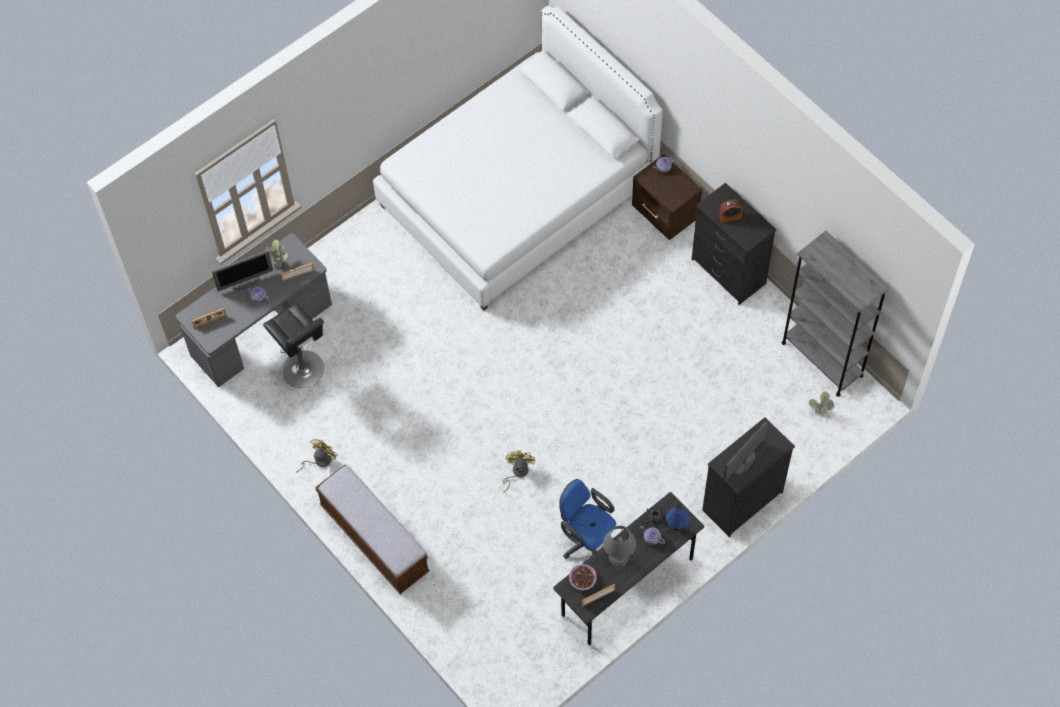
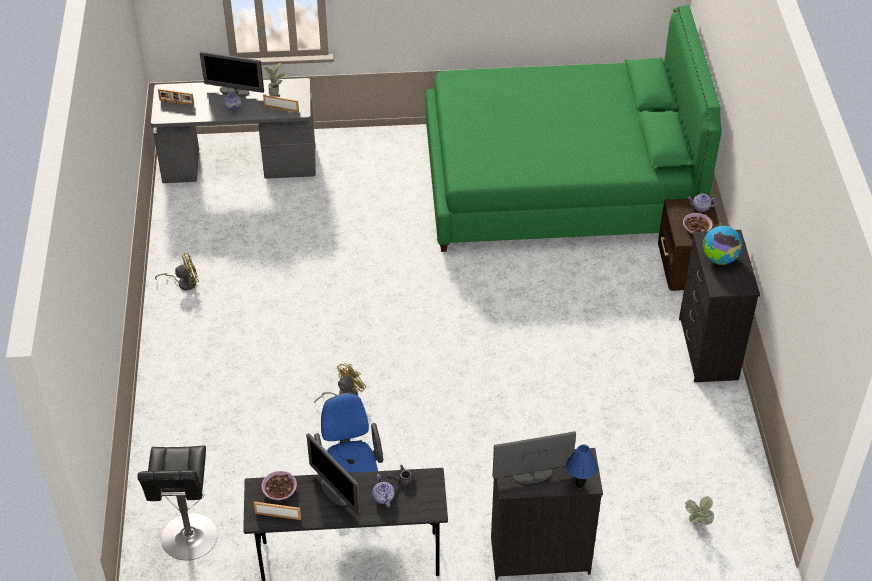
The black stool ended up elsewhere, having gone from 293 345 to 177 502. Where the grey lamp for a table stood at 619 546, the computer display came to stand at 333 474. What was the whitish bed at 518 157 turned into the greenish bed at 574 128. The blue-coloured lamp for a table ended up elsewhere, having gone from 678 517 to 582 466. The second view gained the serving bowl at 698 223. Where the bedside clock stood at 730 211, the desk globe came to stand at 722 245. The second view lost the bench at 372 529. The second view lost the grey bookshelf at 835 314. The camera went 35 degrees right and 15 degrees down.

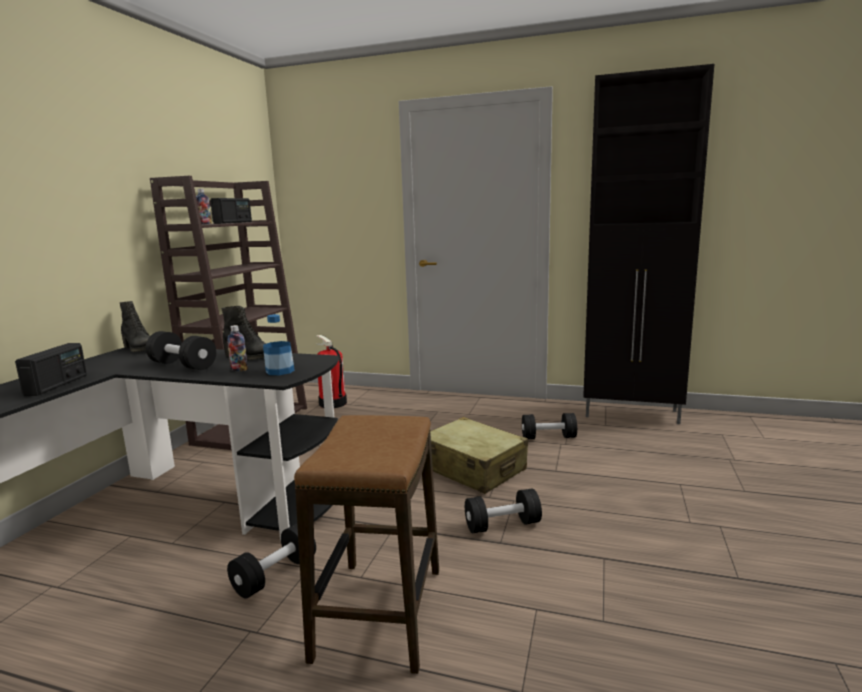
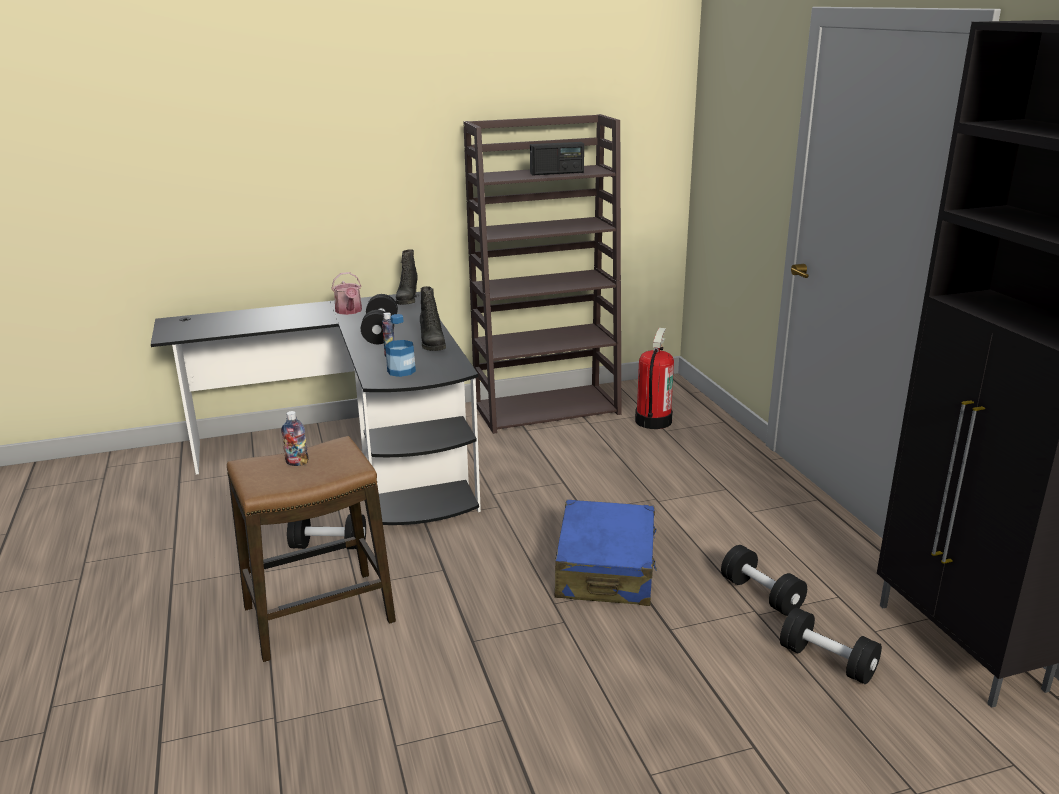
The drink bottle ended up elsewhere, having gone from 204 206 to 295 438. The second view gained the sprinkling can at 346 293. What was the sand-coloured travel case at 479 455 turned into the blue-coloured travel case at 606 553. The black dumbbell ended up elsewhere, having gone from 503 511 to 831 646. The second view lost the radio set at 51 369. The camera went 55 degrees right and 10 degrees up.

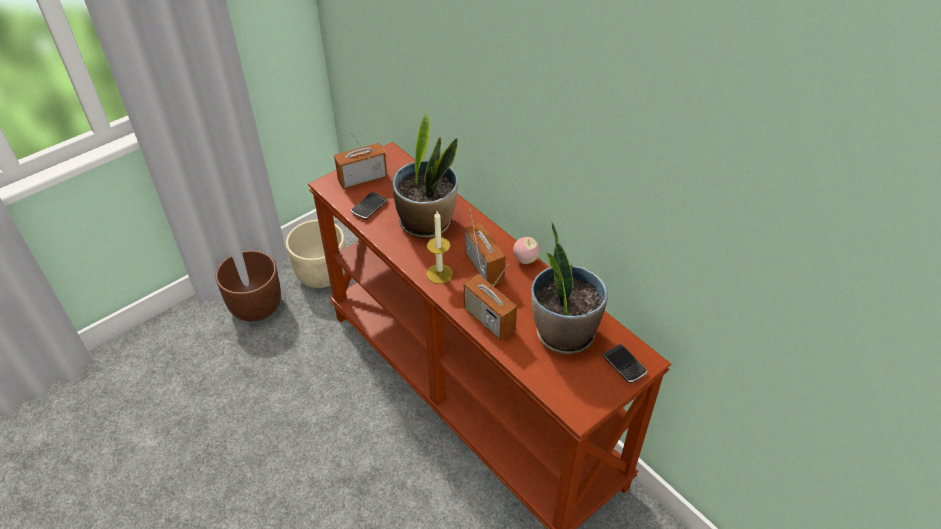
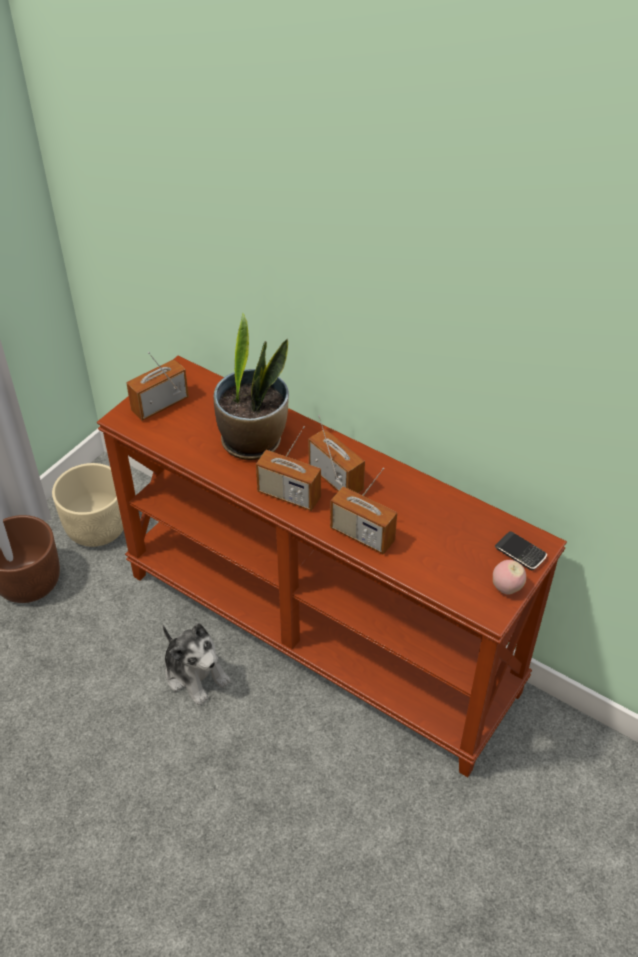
The second view gained the plush toy at 197 664. Where the wax candle stood at 439 247, the radio set came to stand at 288 468. The whole apple ended up elsewhere, having gone from 526 250 to 509 577. The second view lost the phone at 369 206. The second view lost the plant in a pot at 569 288. The camera went 15 degrees left and 0 degrees up.

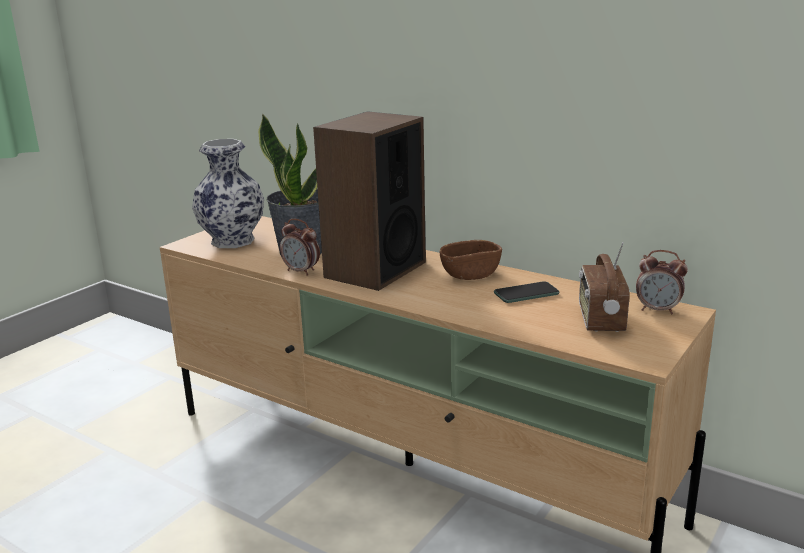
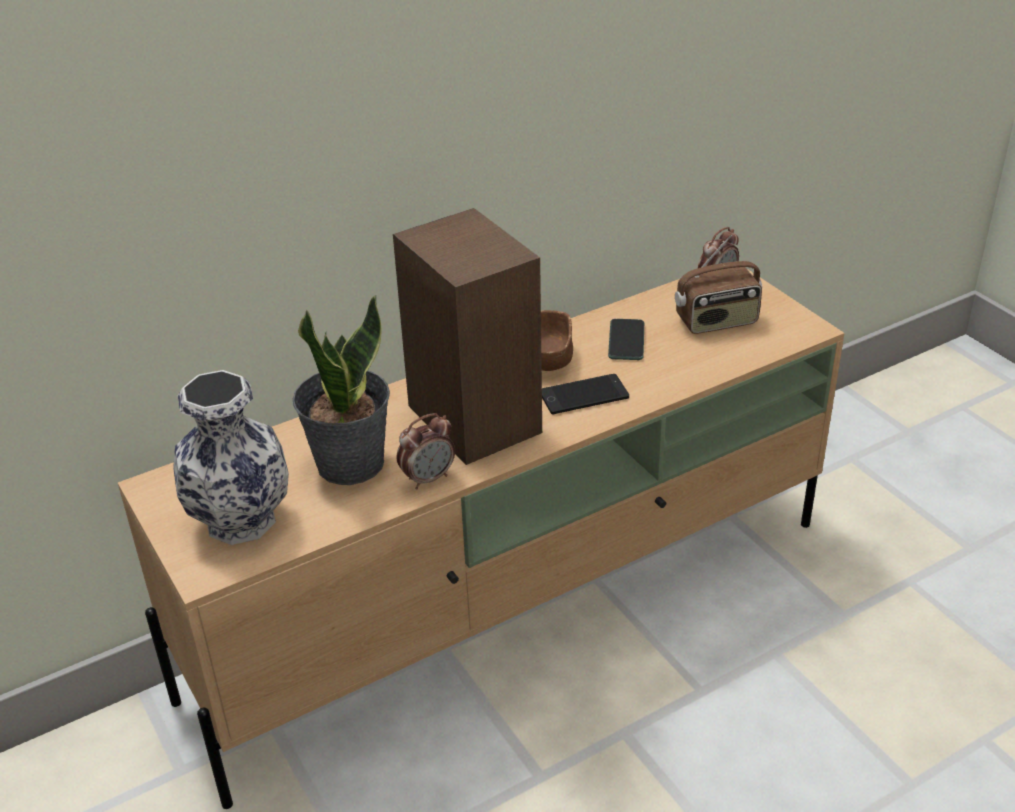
The second view gained the phone at 585 394. The radio set at 604 287 ended up facing another way, 45 degrees counterclockwise from before. The camera went 65 degrees left and 15 degrees up.

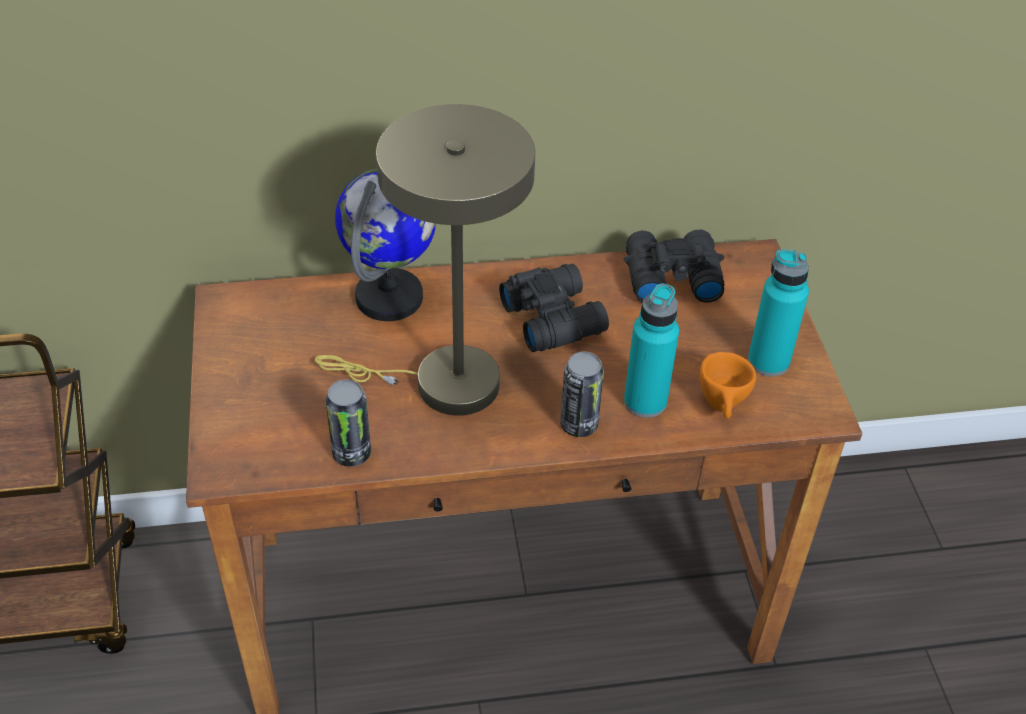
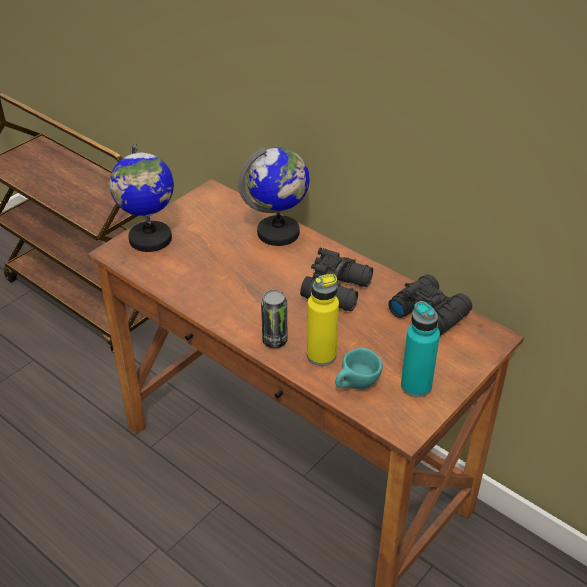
The second view gained the desk globe at 142 197. What was the blue-green drink bottle at 651 351 turned into the yellowish drink bottle at 323 320. What was the orange drinking cup at 728 385 turned into the blue-green drinking cup at 359 368. The second view lost the sand-coloured lamp for a table at 425 260. The second view lost the can at 348 423. The camera went 50 degrees right and 5 degrees down.

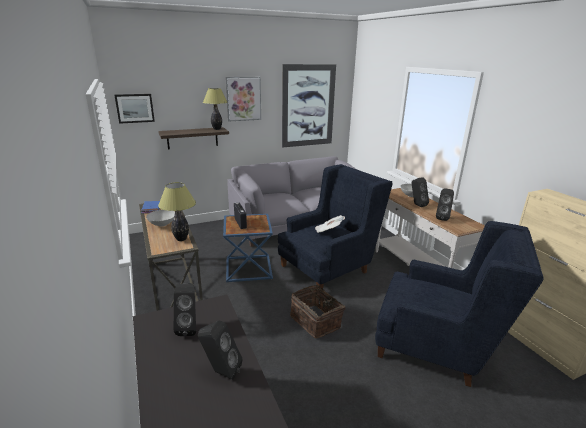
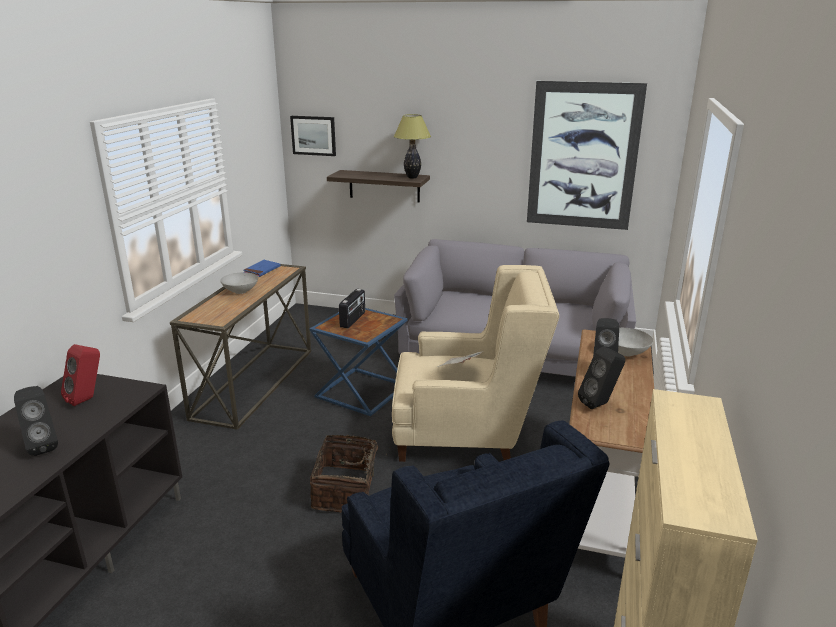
What was the black audio speaker at 185 309 turned into the reddish audio speaker at 80 375. What was the blue-coloured easy chair at 335 226 turned into the sand-coloured easy chair at 475 363. The second view lost the lamp for a table at 177 211. The second view lost the wall art at 243 99. The camera went 40 degrees right and 0 degrees up.

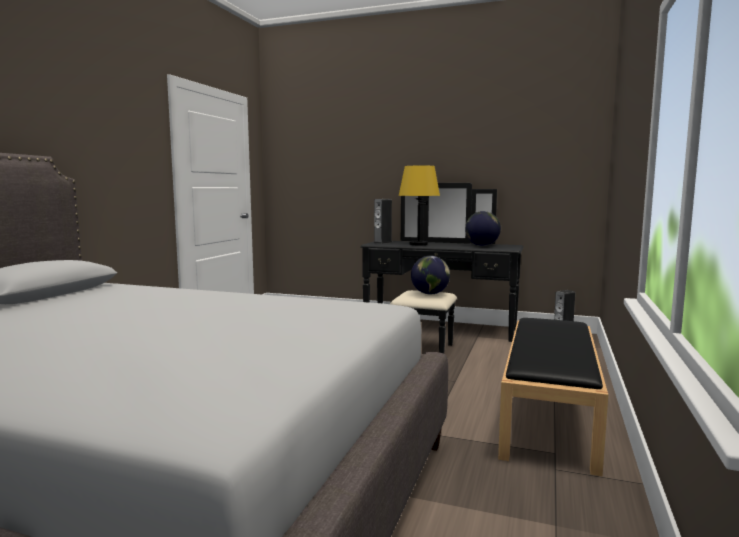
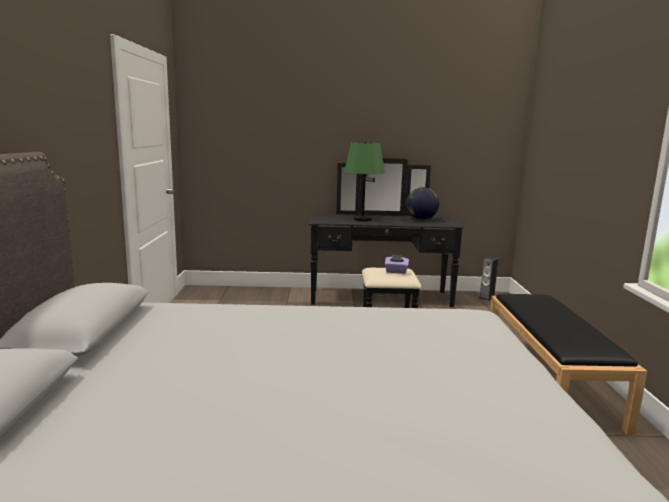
What was the yellowish lamp for a table at 419 205 turned into the greenish lamp for a table at 364 181. Where the desk globe stood at 430 275, the purple tissue box came to stand at 397 264. The second view lost the audio speaker at 383 221. The camera went 20 degrees left and 5 degrees up.

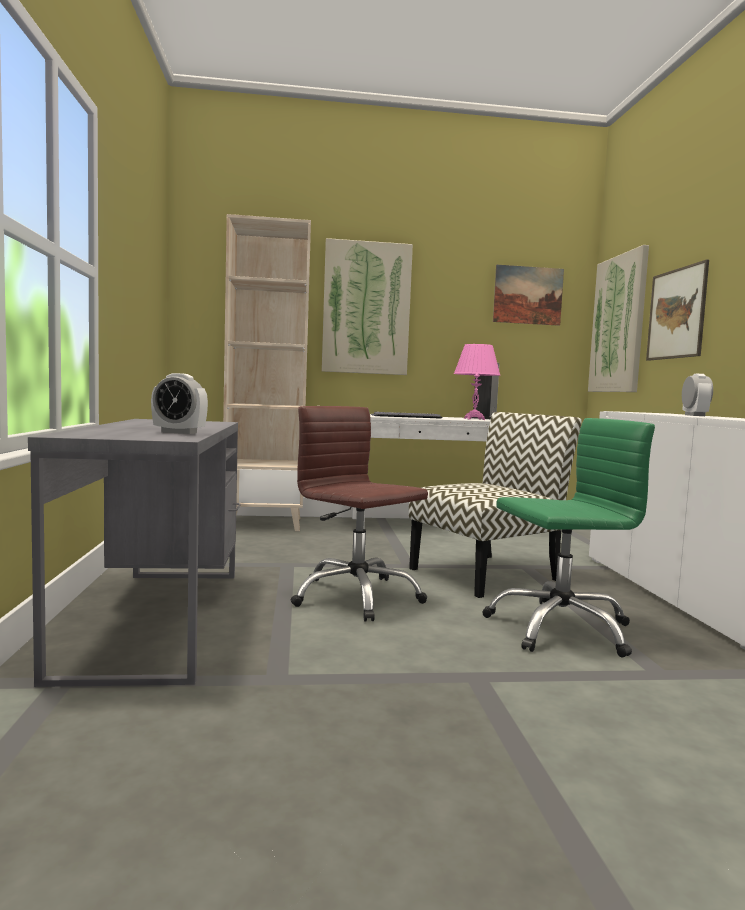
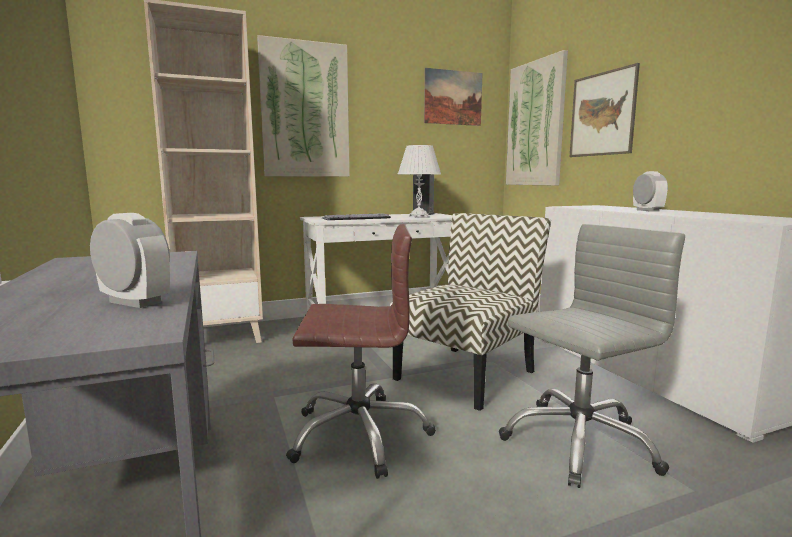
The bedside clock at 179 403 ended up facing another way, 150 degrees counterclockwise from before. The brown desk chair at 359 513 ended up facing another way, 150 degrees clockwise from before. What was the pink-coloured lamp for a table at 477 382 turned into the whitish lamp for a table at 419 181. What was the greenish desk chair at 569 538 turned into the grey desk chair at 592 356. The camera went 15 degrees left and 5 degrees up.

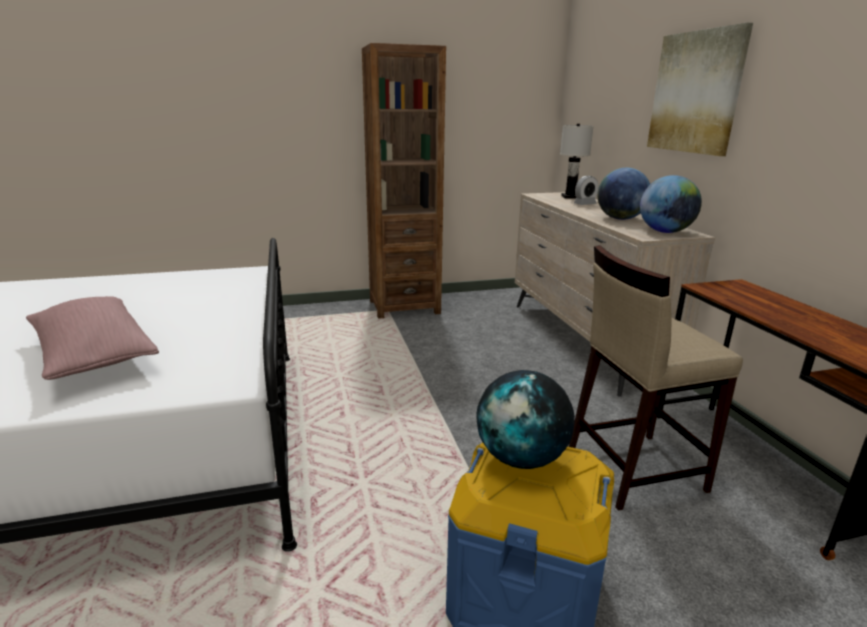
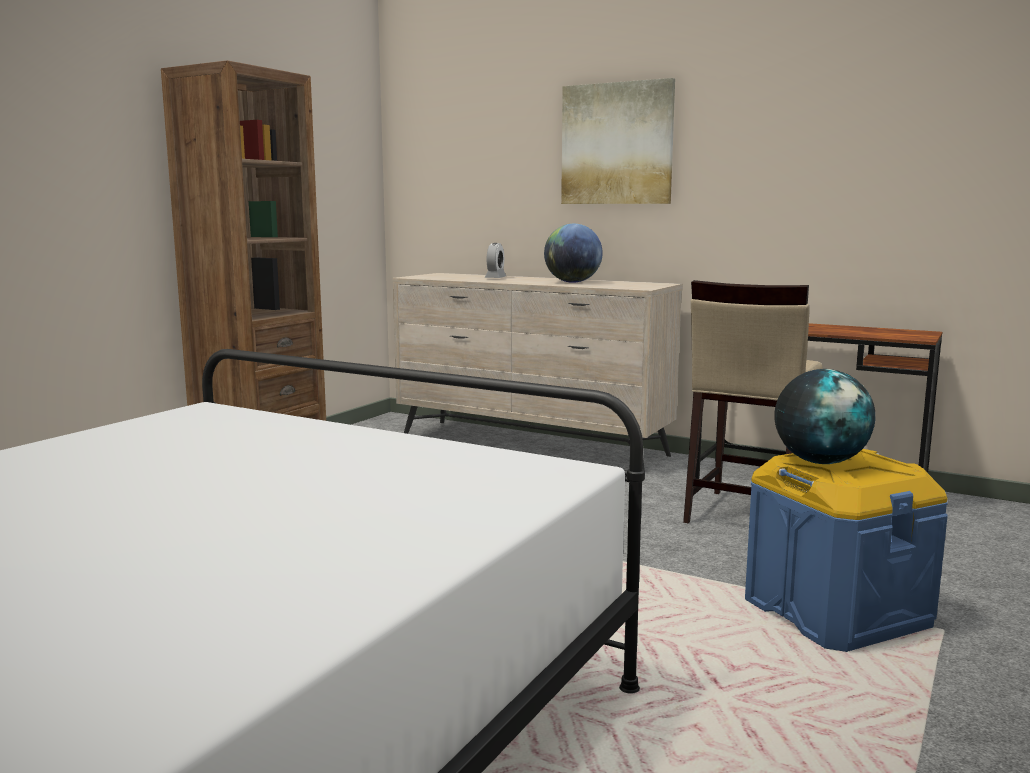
The second view lost the pink-coloured throw pillow at 92 338. The second view lost the whitish lamp for a table at 577 161. The second view lost the desk globe at 671 204. The camera went 45 degrees left and 10 degrees down.

